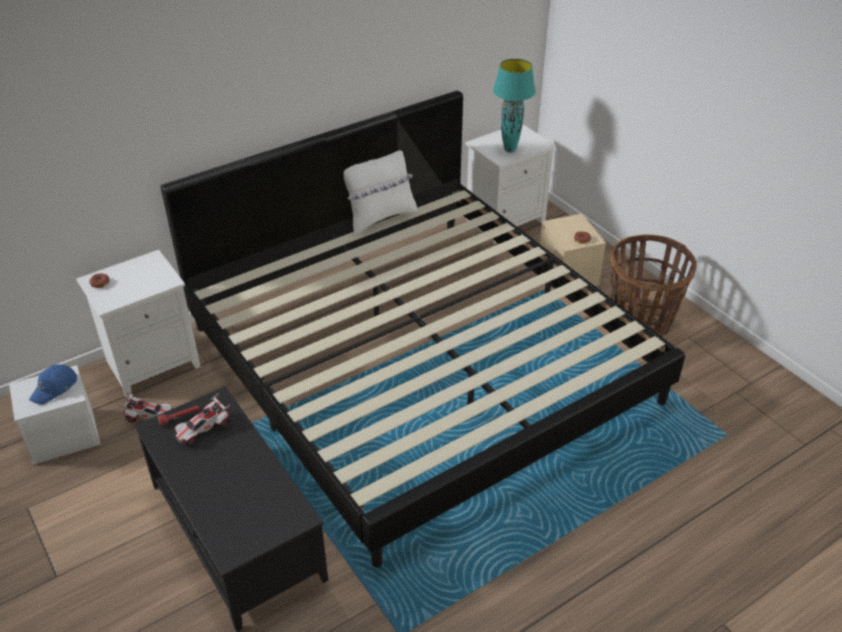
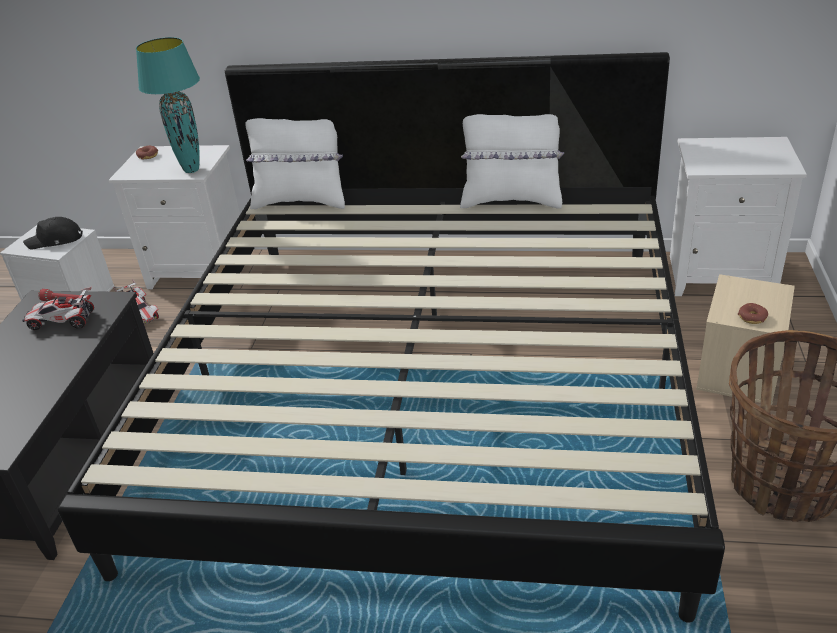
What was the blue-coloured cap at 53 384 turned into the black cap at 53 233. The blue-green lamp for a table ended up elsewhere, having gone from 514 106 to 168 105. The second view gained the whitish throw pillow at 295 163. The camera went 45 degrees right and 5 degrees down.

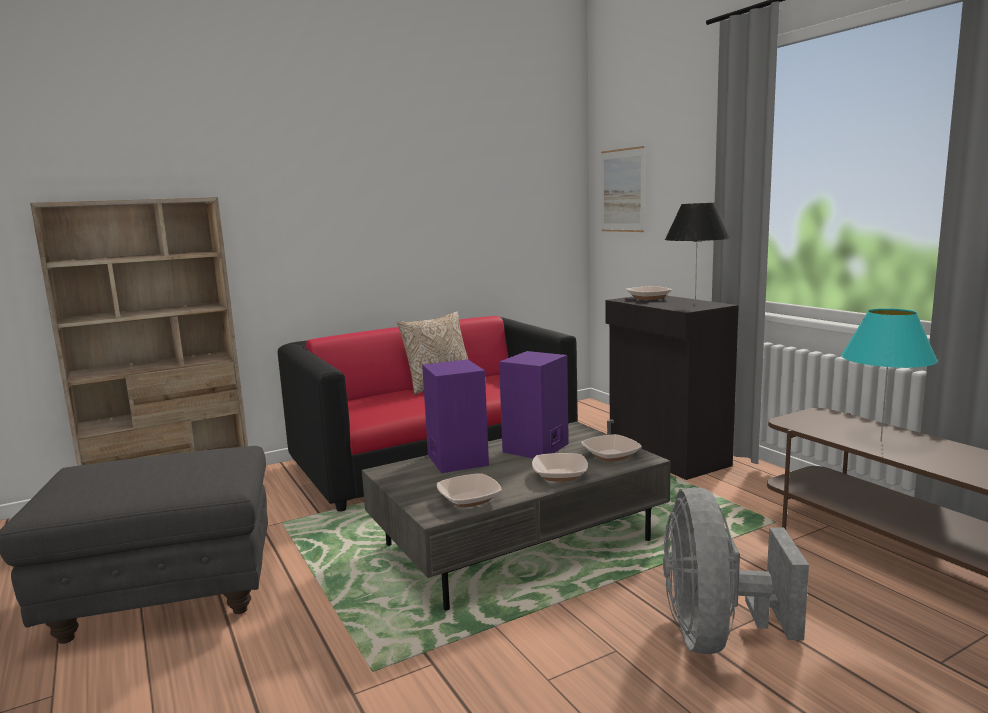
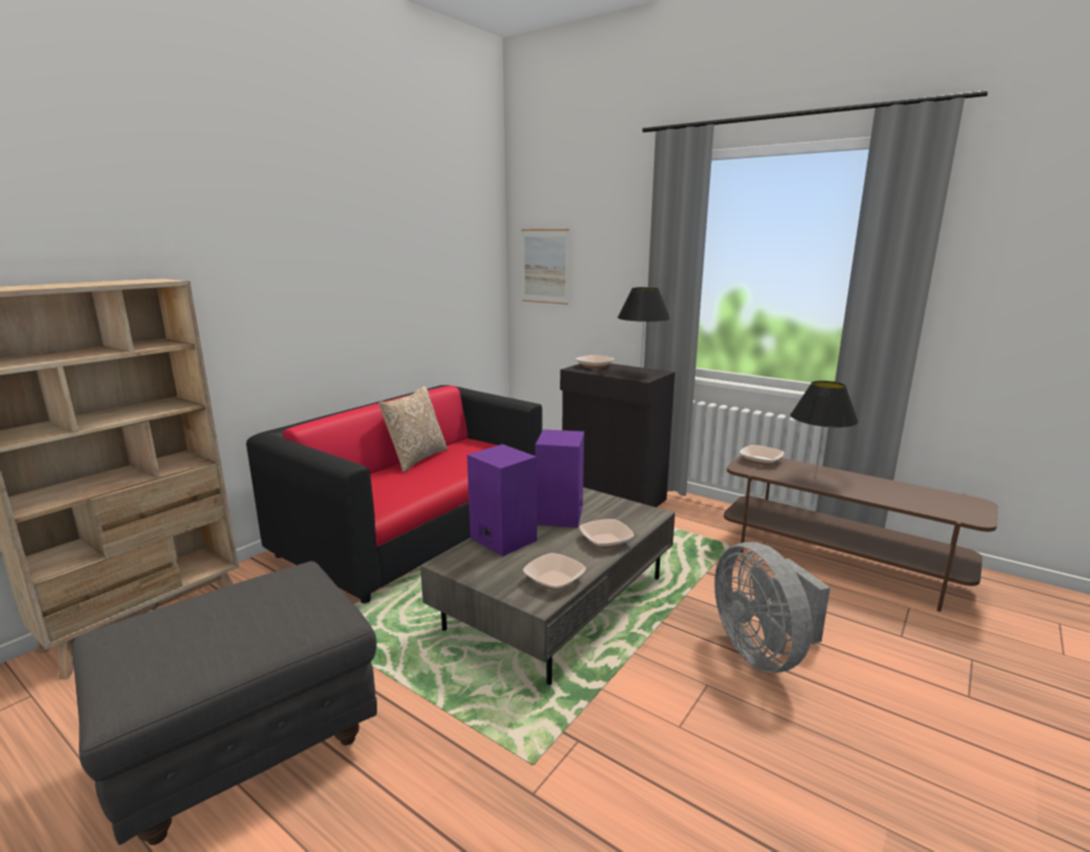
The serving bowl ended up elsewhere, having gone from 611 448 to 762 455. What was the blue-green lamp for a table at 889 375 turned into the black lamp for a table at 824 429. The camera went 25 degrees left and 5 degrees up.

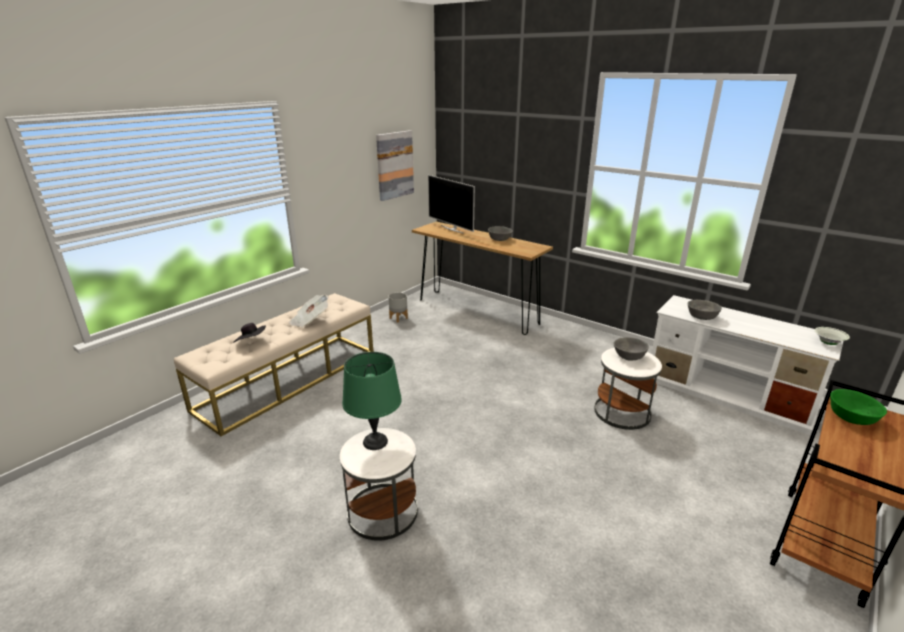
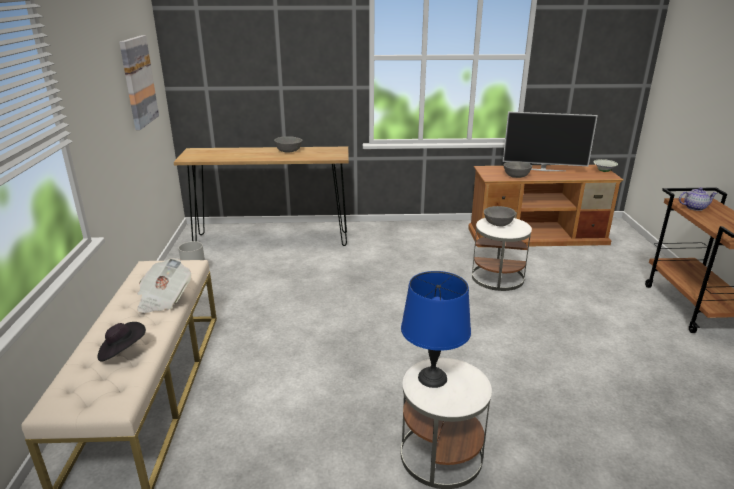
What was the greenish lamp for a table at 372 401 turned into the blue-coloured lamp for a table at 436 329. What was the whitish tv unit at 747 365 turned into the brown tv unit at 545 206. The television ended up elsewhere, having gone from 451 204 to 550 141. Where the greenish serving bowl stood at 858 407, the teapot came to stand at 698 199. The camera went 40 degrees left and 0 degrees up.

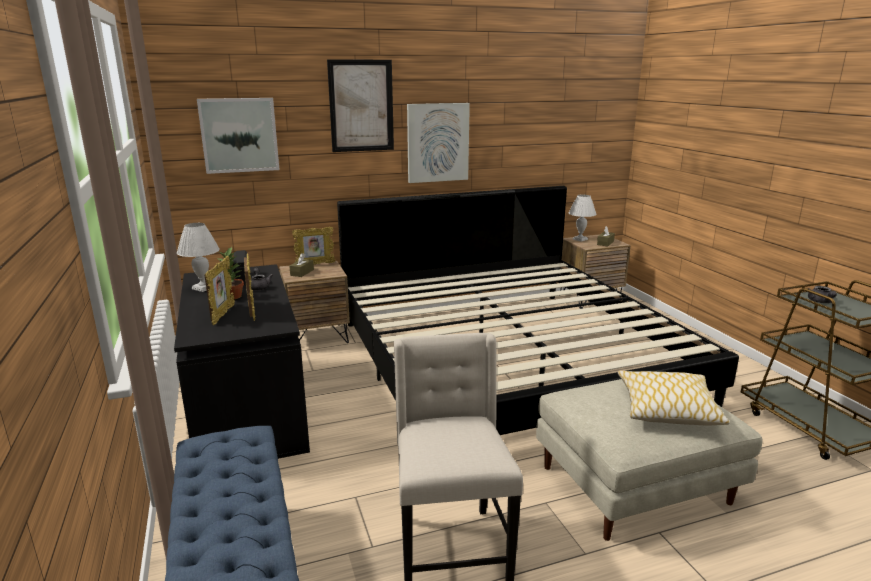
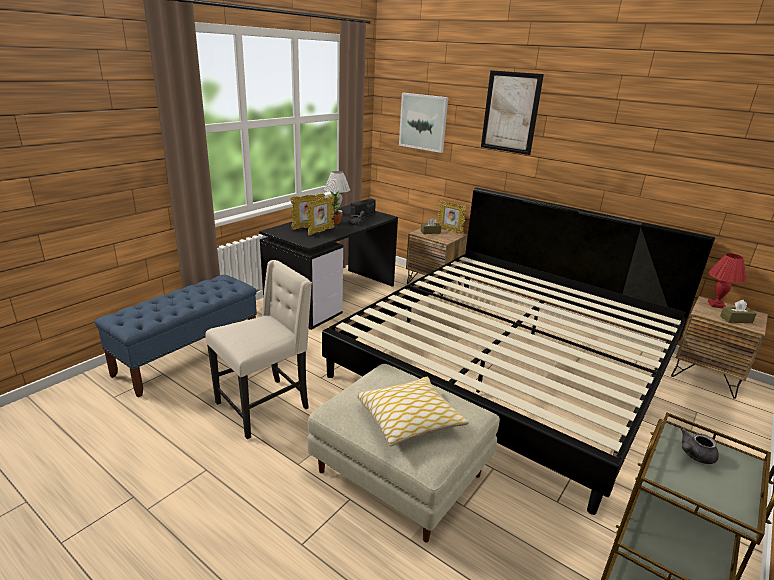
What was the whitish lamp for a table at 583 218 turned into the reddish lamp for a table at 727 280. The second view lost the wall art at 438 143. The camera went 55 degrees right and 5 degrees up.

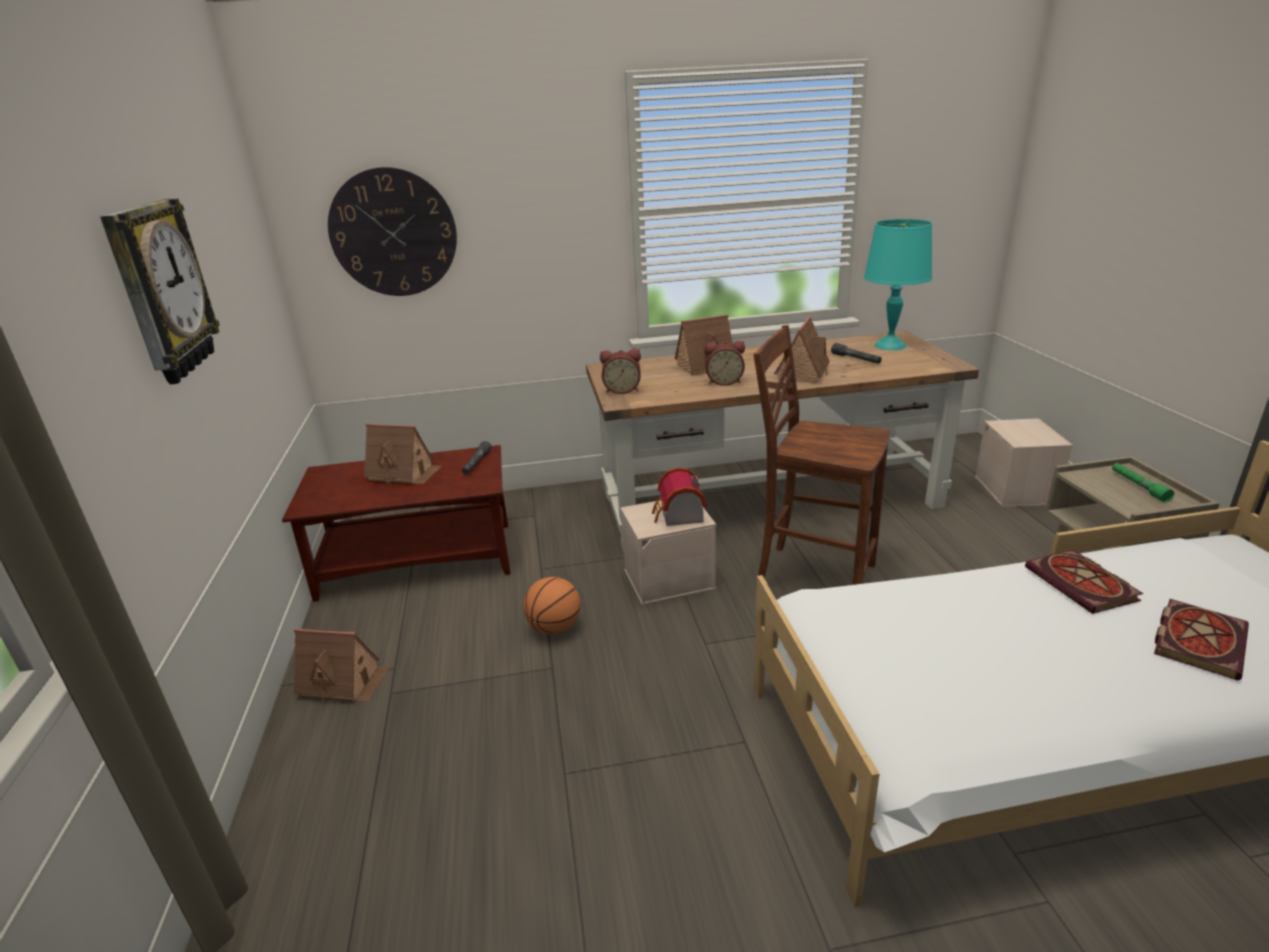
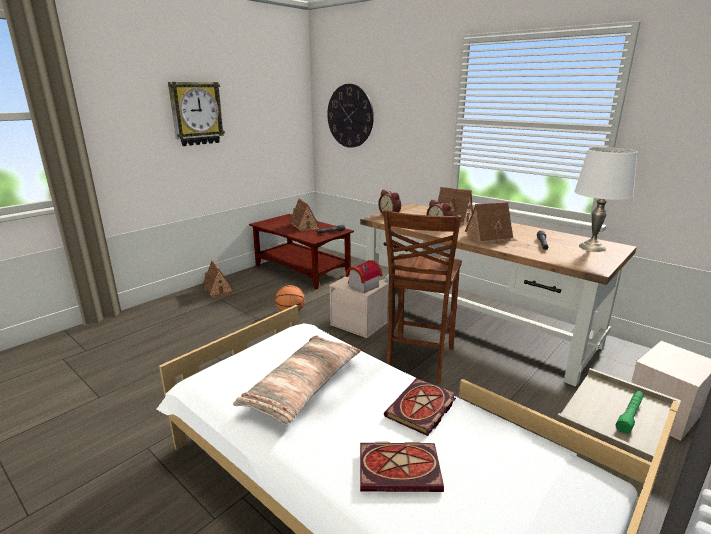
The second view gained the throw pillow at 297 380. The brown upright chair at 821 455 ended up facing another way, 150 degrees counterclockwise from before. What was the blue-green lamp for a table at 898 284 turned into the whitish lamp for a table at 605 199. The camera went 50 degrees right and 5 degrees down.

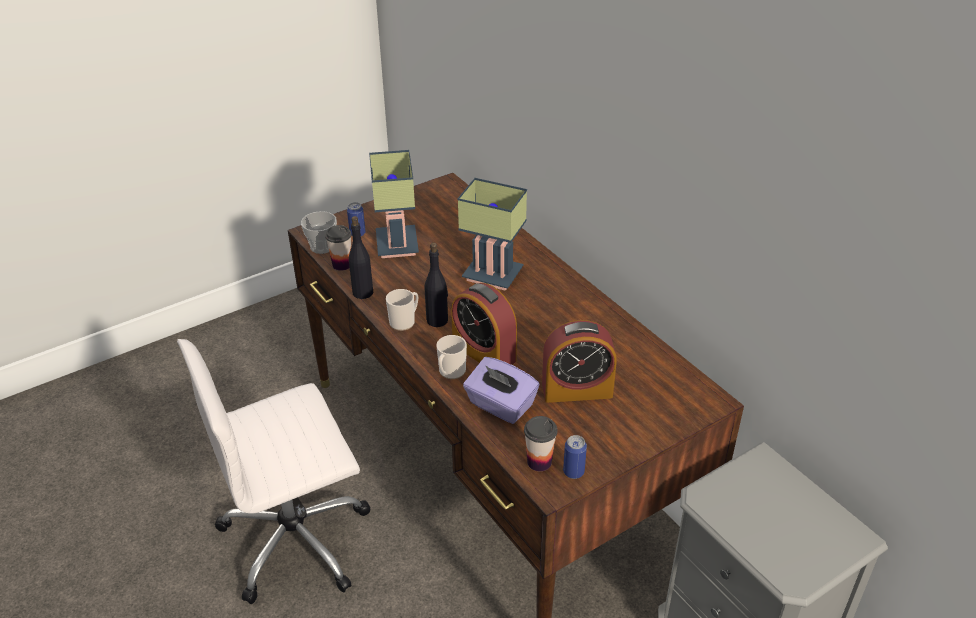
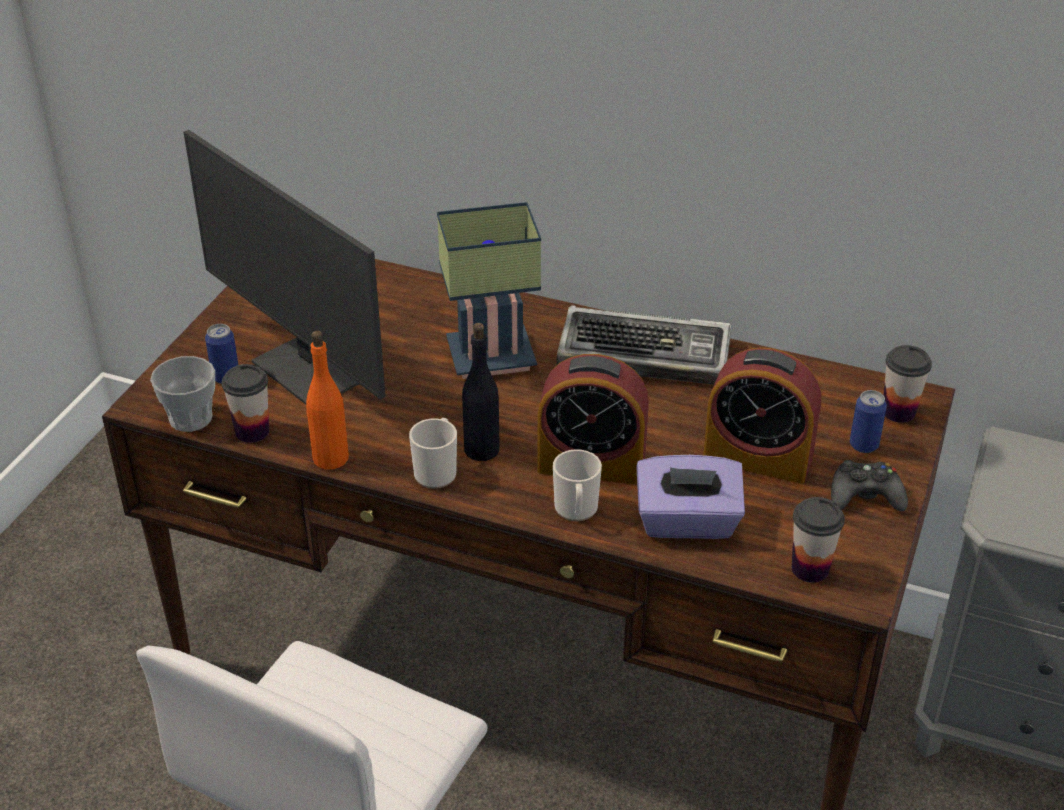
Where the lamp for a table stood at 394 204, the computer display came to stand at 285 267. What was the black drink bottle at 361 257 turned into the orange drink bottle at 327 400. The second view gained the computer keyboard at 644 345. The bedside clock at 579 361 ended up facing another way, 60 degrees clockwise from before. The second view gained the black game controller at 869 485. The can ended up elsewhere, having gone from 575 457 to 868 421. The second view gained the drinking cup at 908 384. The camera went 35 degrees left and 0 degrees up.

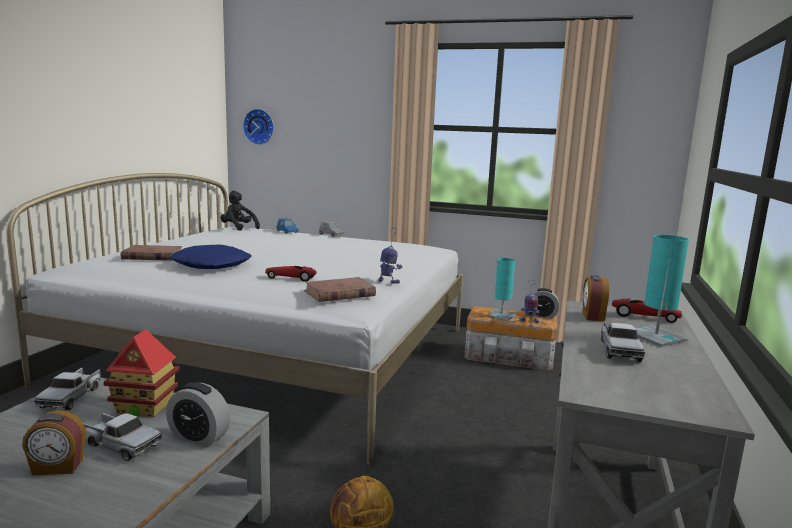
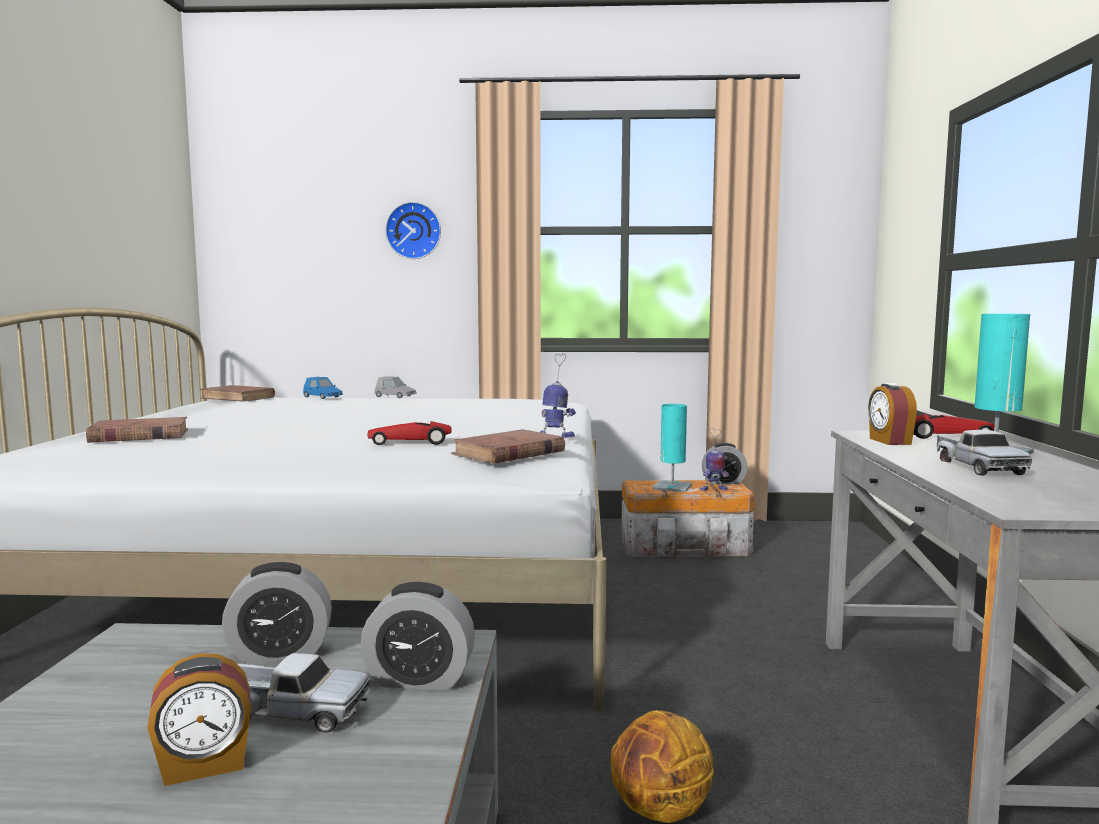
Where the black plush toy stood at 240 211, the brown book came to stand at 237 393. Where the miniature house stood at 141 373, the bedside clock came to stand at 277 612. The hanging clock ended up elsewhere, having gone from 258 127 to 413 230. The second view lost the toy truck at 67 388. The second view lost the blue-coloured throw pillow at 211 257. The camera went 15 degrees left and 5 degrees down.

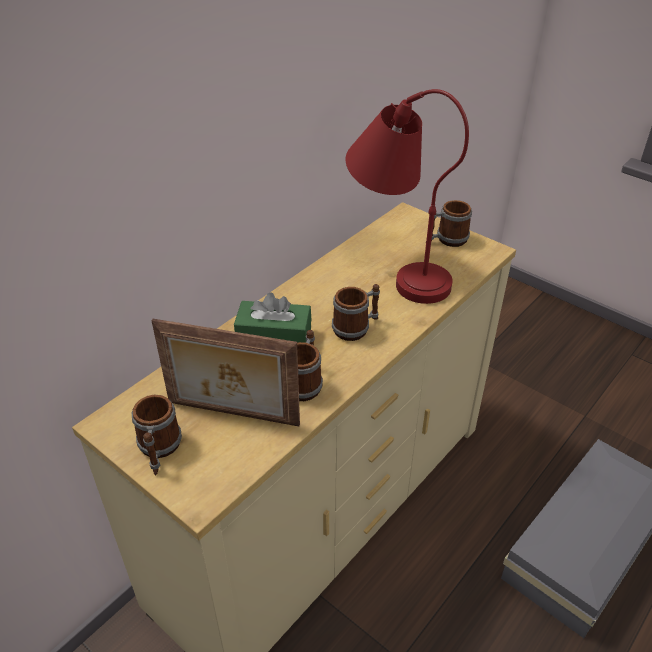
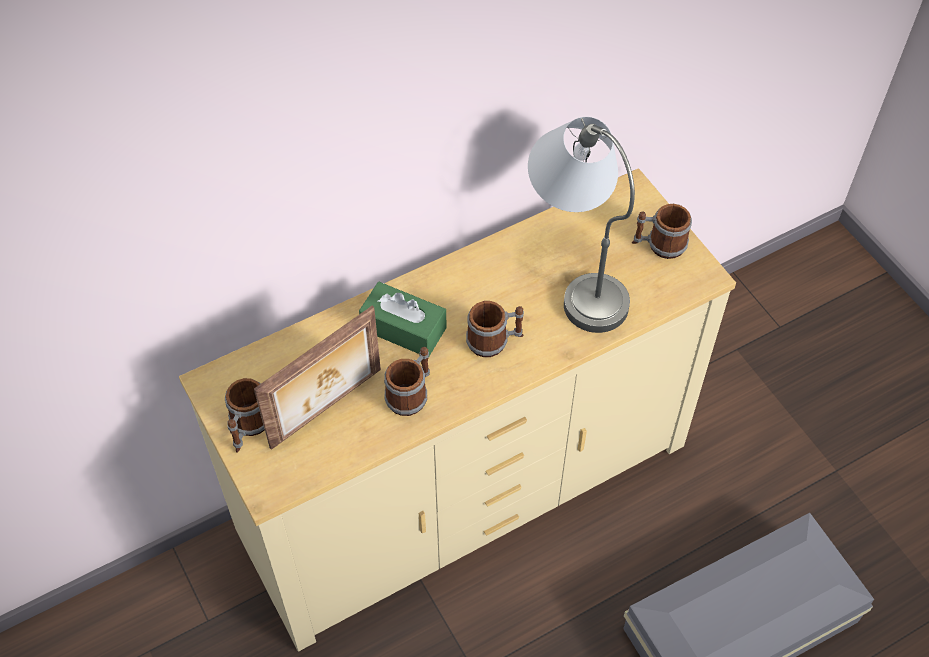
The standing frame at 225 372 ended up facing another way, 75 degrees counterclockwise from before. What was the reddish lamp for a table at 407 196 turned into the grey lamp for a table at 581 225. The camera went 20 degrees right and 15 degrees up.

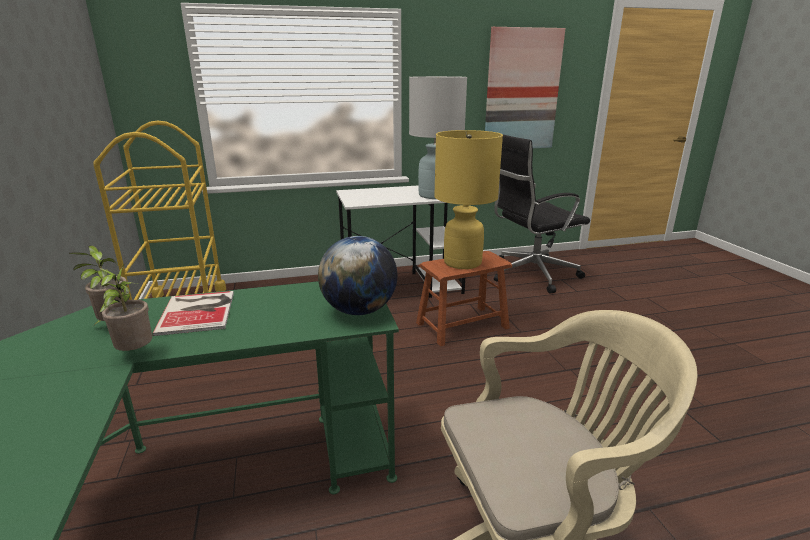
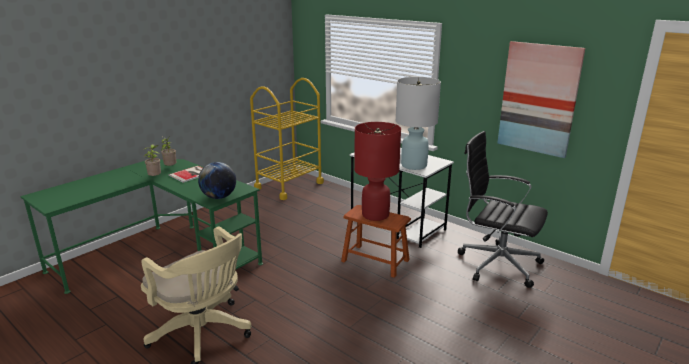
What was the yellowish lamp for a table at 468 199 turned into the reddish lamp for a table at 377 171. The camera went 55 degrees right and 0 degrees up.

